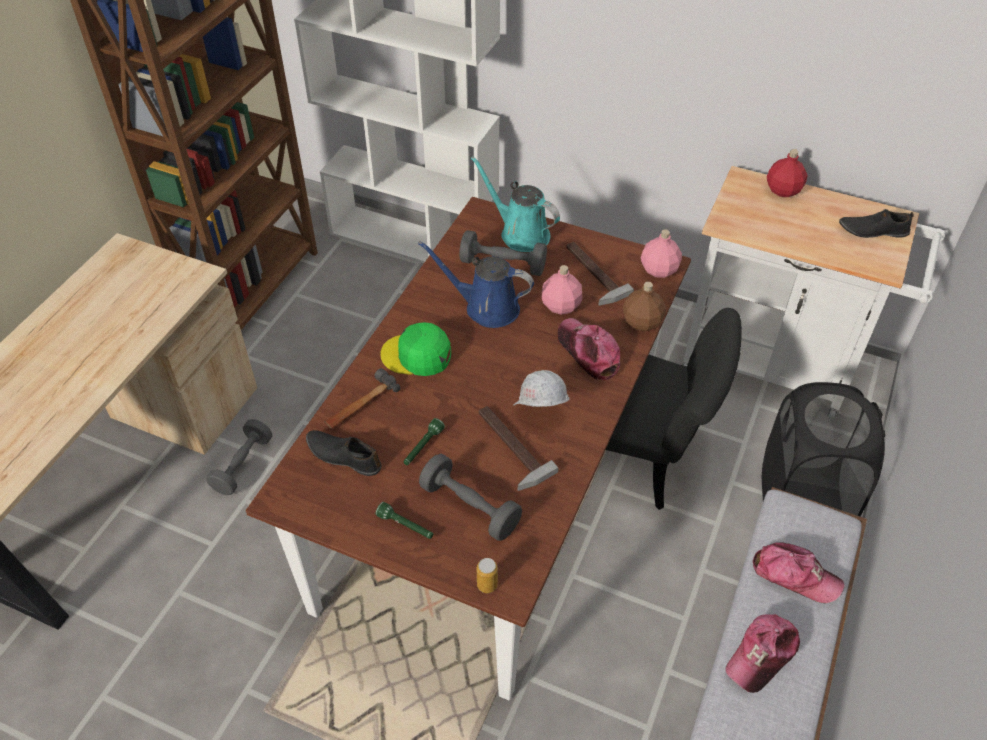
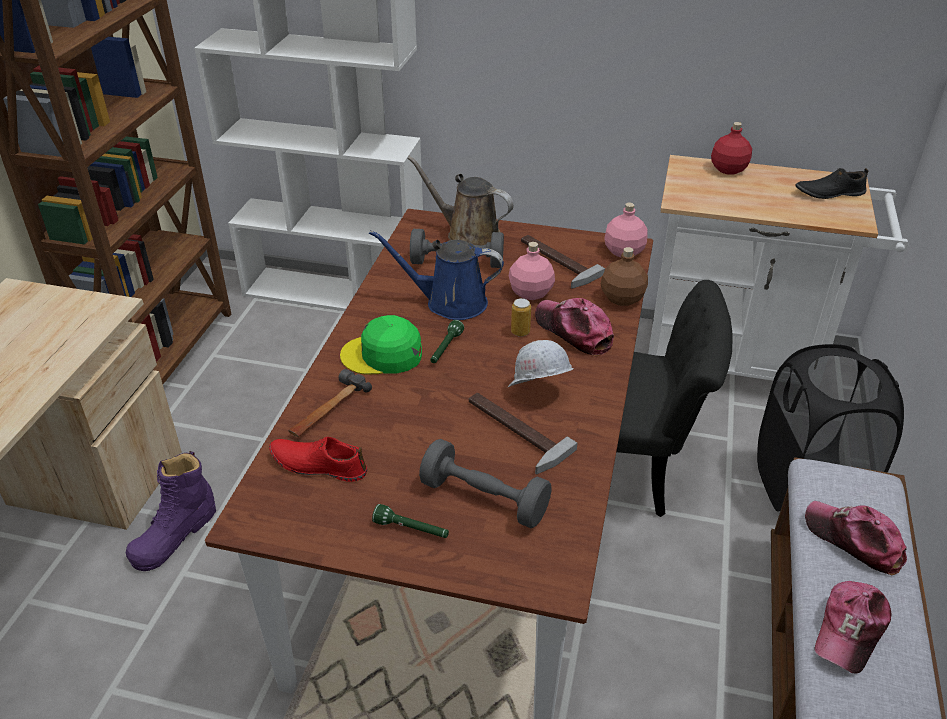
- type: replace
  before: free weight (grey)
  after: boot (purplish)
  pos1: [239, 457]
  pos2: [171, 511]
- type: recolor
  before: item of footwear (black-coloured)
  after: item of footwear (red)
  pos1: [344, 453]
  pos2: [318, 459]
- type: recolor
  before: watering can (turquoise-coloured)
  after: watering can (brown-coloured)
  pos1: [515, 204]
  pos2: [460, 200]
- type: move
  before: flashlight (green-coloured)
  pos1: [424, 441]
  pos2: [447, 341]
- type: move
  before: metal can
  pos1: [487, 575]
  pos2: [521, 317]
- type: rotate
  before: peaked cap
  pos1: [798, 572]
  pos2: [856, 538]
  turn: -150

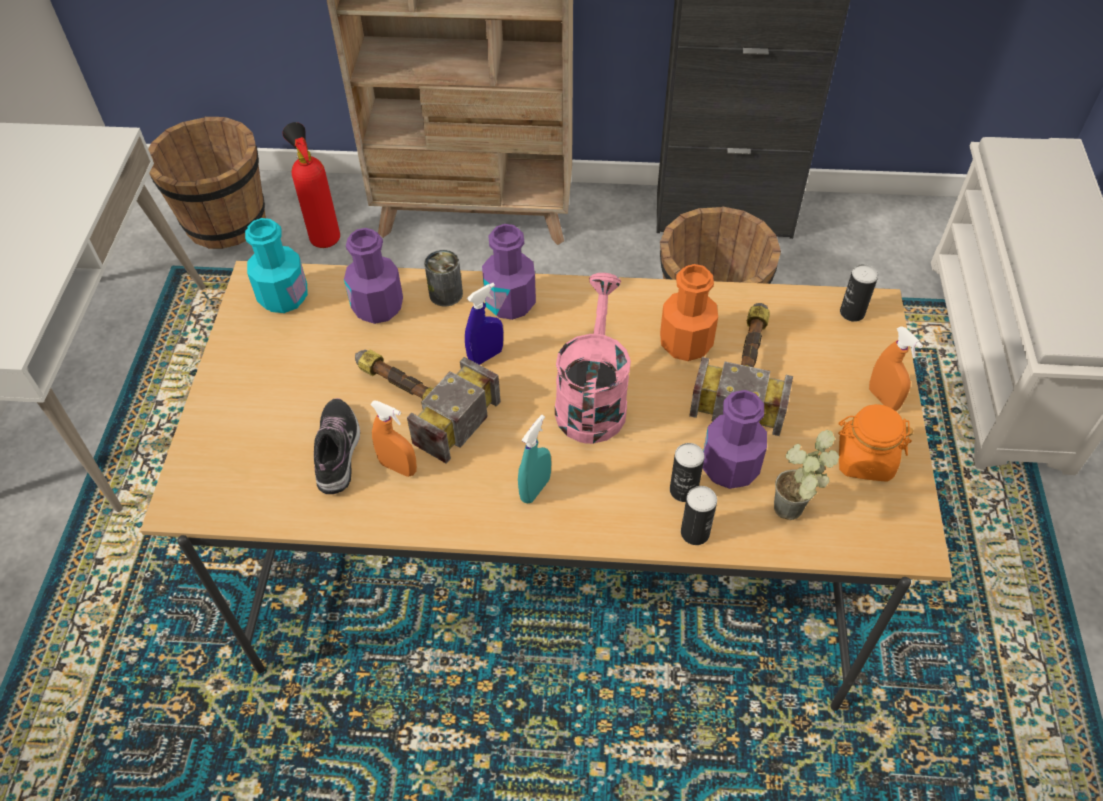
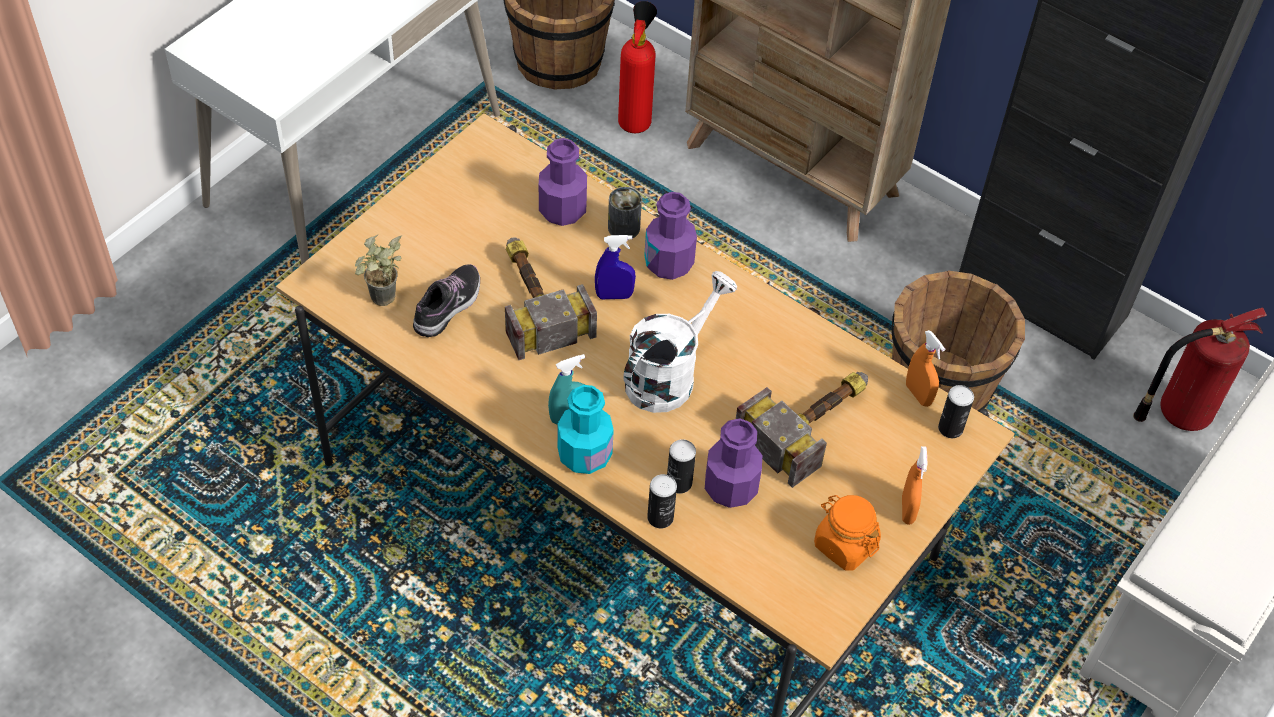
- type: move
  before: potted plant
  pos1: [807, 475]
  pos2: [379, 270]
- type: move
  before: bottle (turquoise-coloured)
  pos1: [276, 265]
  pos2: [586, 429]
- type: recolor
  before: watering can (pink-coloured)
  after: watering can (white-coloured)
  pos1: [593, 358]
  pos2: [680, 342]
- type: move
  before: spray bottle (orangey)
  pos1: [393, 438]
  pos2: [925, 368]
- type: insert
  after: fire-fighting cylinder
  pos2: [1200, 369]
- type: delete
  before: bottle (orangey)
  pos1: [689, 312]

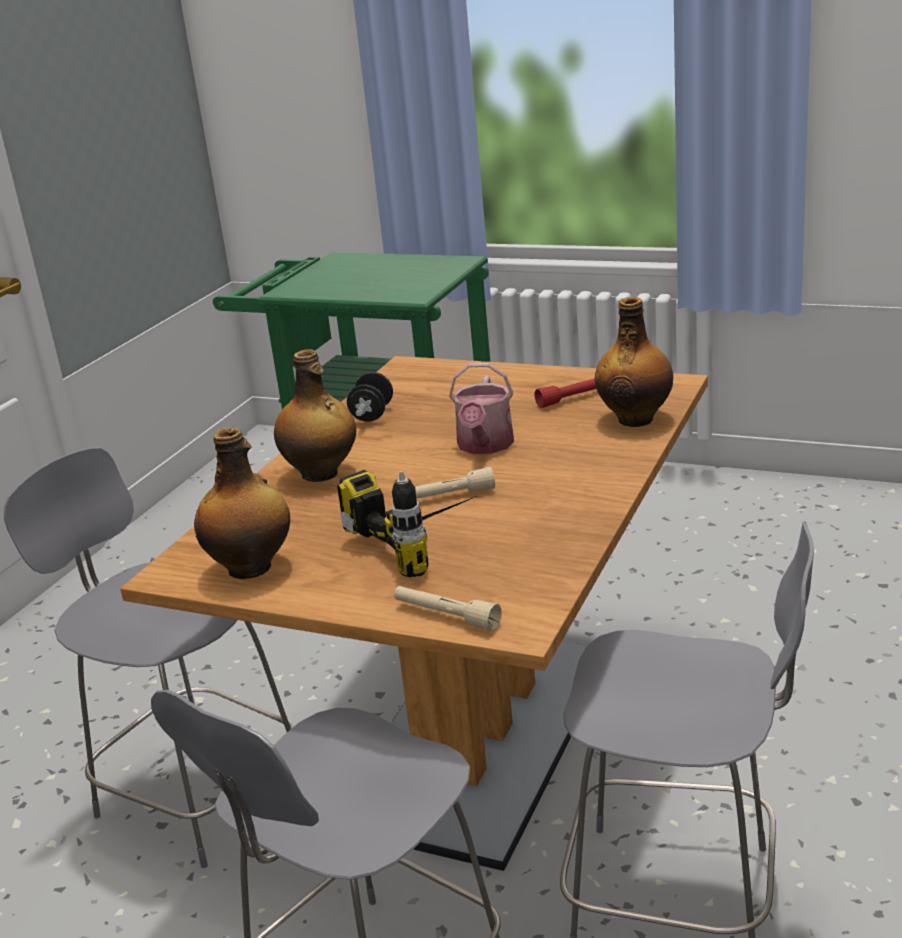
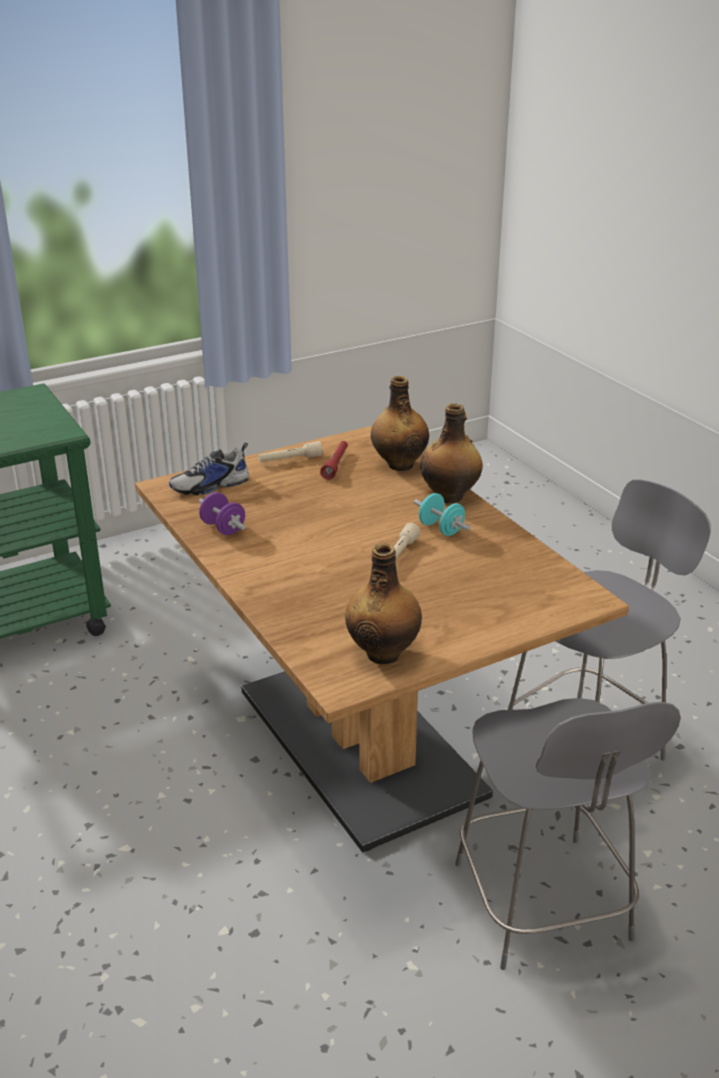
- type: insert
  after: item of footwear
  pos2: [209, 469]
- type: recolor
  before: free weight (black-coloured)
  after: free weight (purplish)
  pos1: [370, 397]
  pos2: [222, 513]
- type: move
  before: flashlight (beige)
  pos1: [448, 608]
  pos2: [290, 451]
- type: insert
  after: free weight (turquoise-coloured)
  pos2: [442, 514]
- type: move
  before: bottle
  pos1: [315, 415]
  pos2: [451, 453]
- type: delete
  before: chair (grey)
  pos1: [148, 658]
- type: delete
  before: power drill
  pos1: [407, 523]
- type: delete
  before: watering can
  pos1: [481, 408]

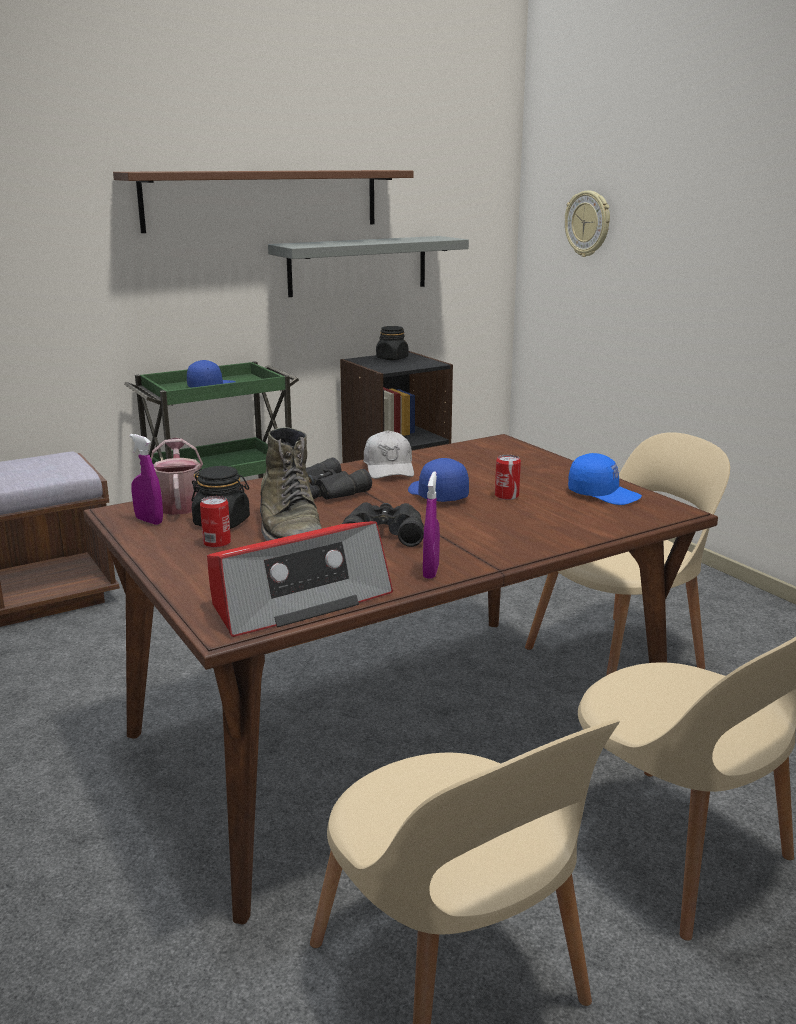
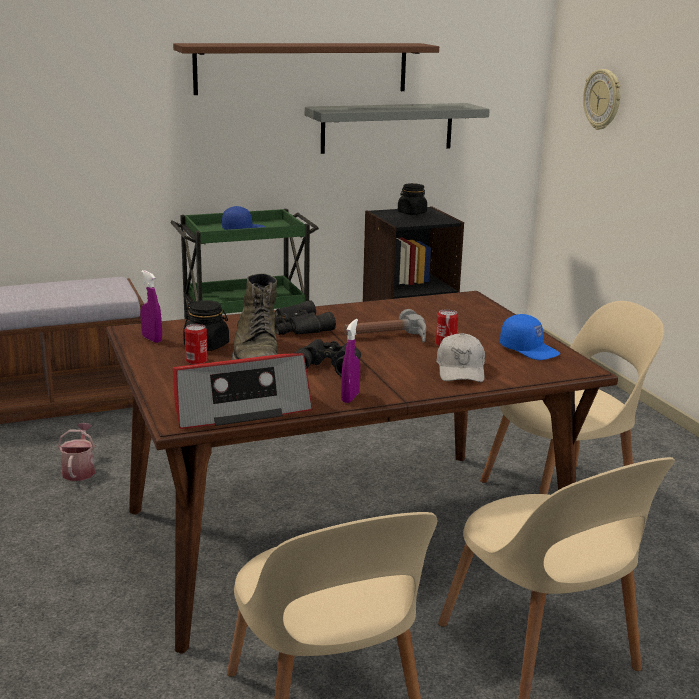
- type: move
  before: watering can
  pos1: [177, 476]
  pos2: [76, 452]
- type: replace
  before: peaked cap (blue)
  after: tool hammer
  pos1: [438, 480]
  pos2: [385, 326]
- type: move
  before: peaked cap (white-coloured)
  pos1: [388, 454]
  pos2: [460, 357]

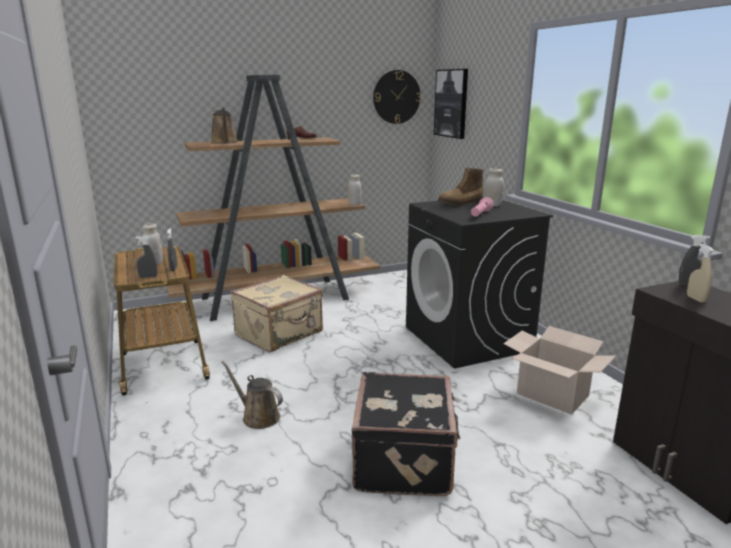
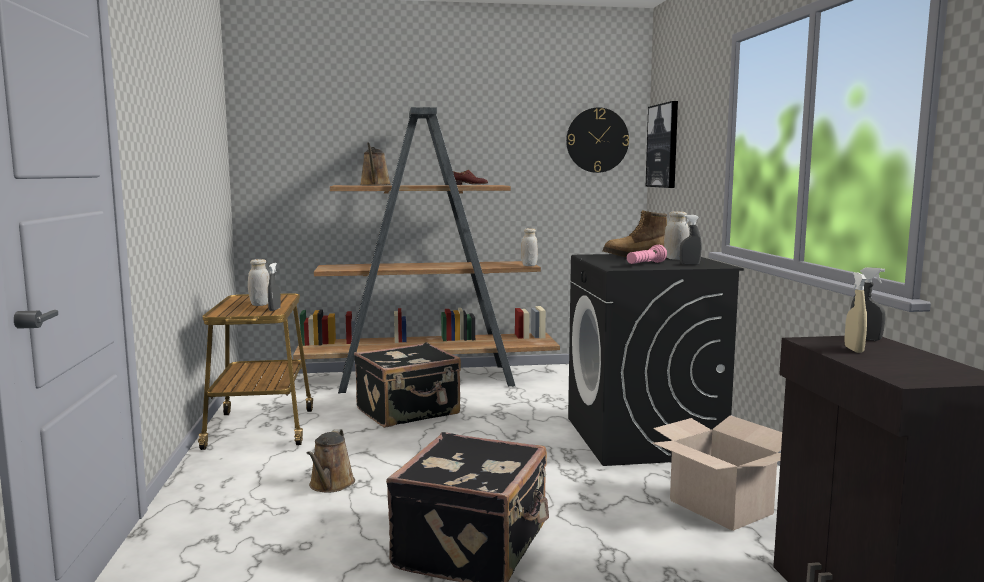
- type: rotate
  before: watering can (brown-coloured)
  pos1: [252, 395]
  pos2: [331, 461]
  turn: -135
- type: recolor
  before: suitcase (beige)
  after: suitcase (black-coloured)
  pos1: [276, 313]
  pos2: [407, 385]
- type: move
  before: spray bottle (grey)
  pos1: [146, 257]
  pos2: [691, 240]

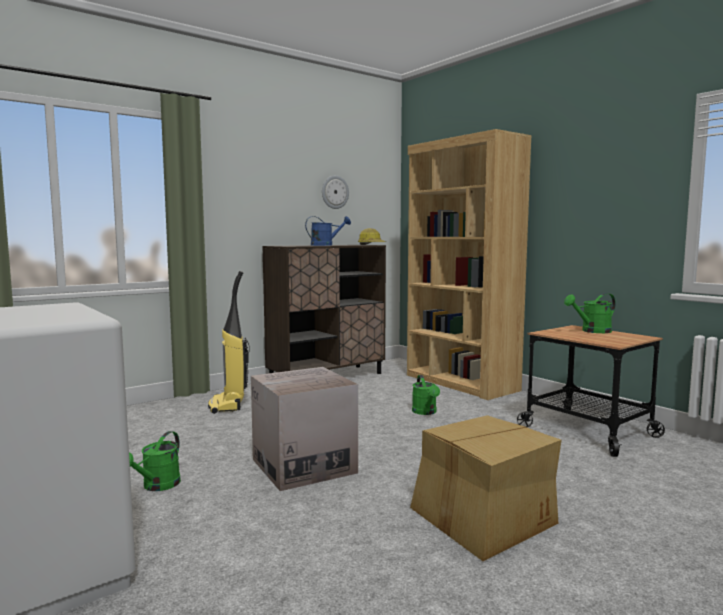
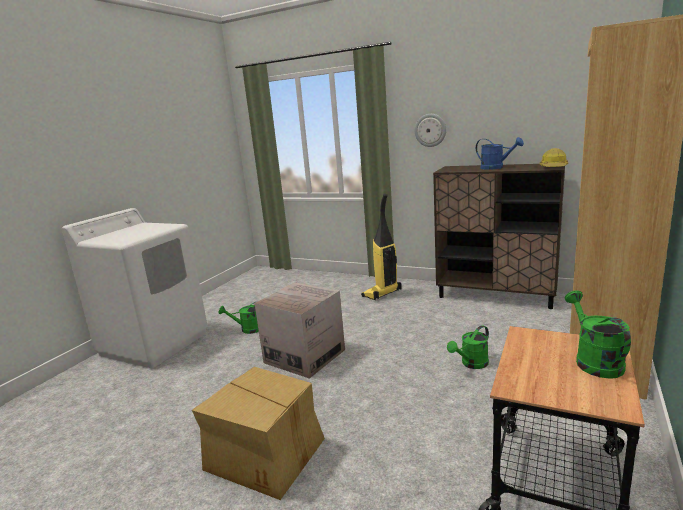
- type: move
  before: hanging clock
  pos1: [335, 192]
  pos2: [430, 130]
- type: rotate
  before: watering can (green-coloured)
  pos1: [590, 313]
  pos2: [598, 334]
  turn: 45

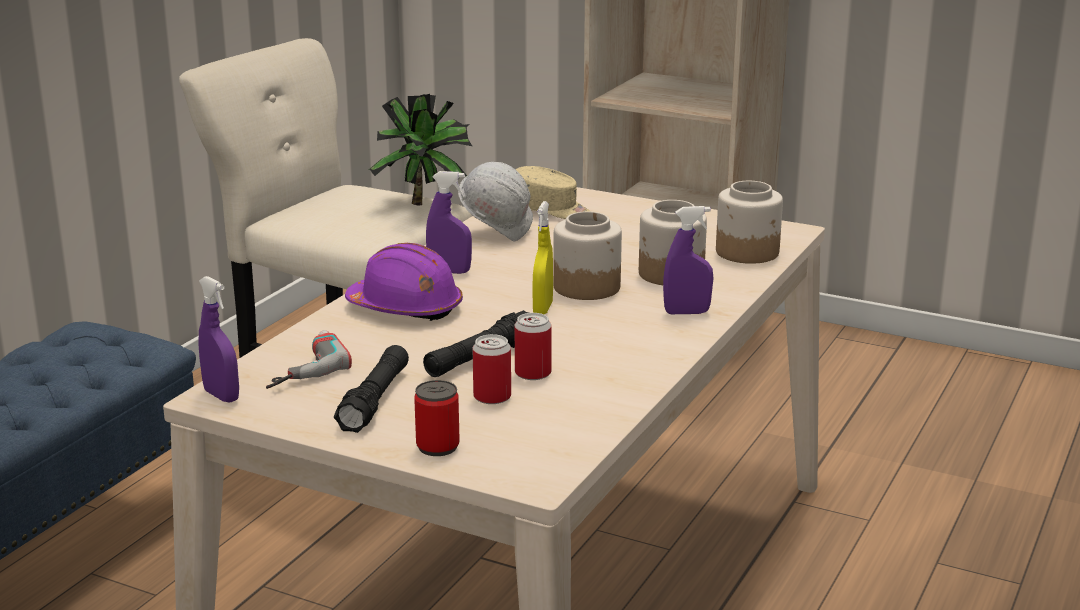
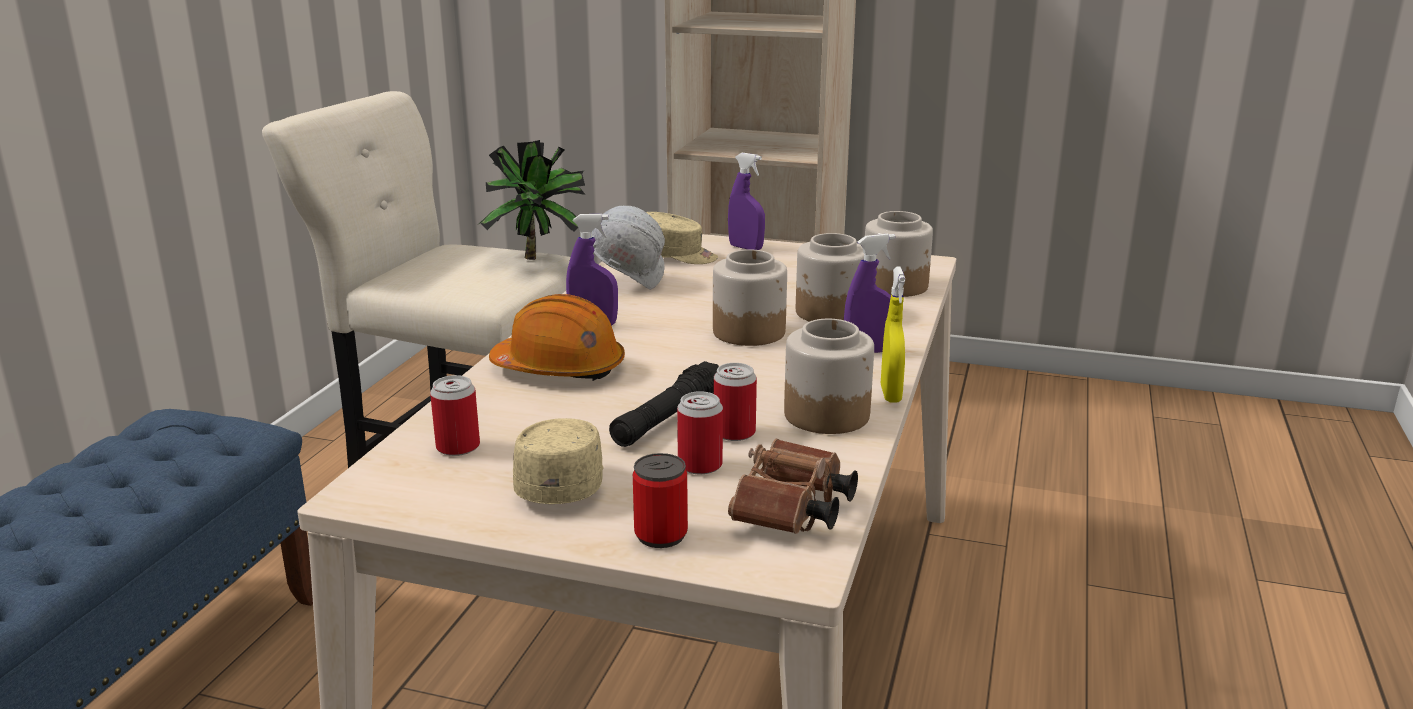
- type: replace
  before: power drill
  after: metal can
  pos1: [309, 359]
  pos2: [455, 415]
- type: recolor
  before: work helmet (purplish)
  after: work helmet (orangey)
  pos1: [404, 282]
  pos2: [557, 337]
- type: replace
  before: flashlight (black-coloured)
  after: peaked cap (beige)
  pos1: [371, 389]
  pos2: [558, 461]
- type: move
  before: spray bottle (purplish)
  pos1: [219, 339]
  pos2: [746, 201]
- type: insert
  after: pair of binoculars (brown-coloured)
  pos2: [793, 486]
- type: insert
  after: preserve jar
  pos2: [829, 376]
- type: move
  before: spray bottle (yellowish)
  pos1: [542, 257]
  pos2: [893, 335]

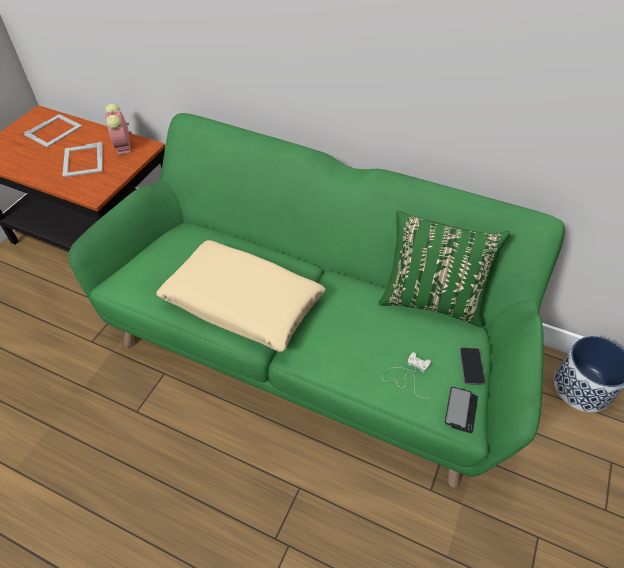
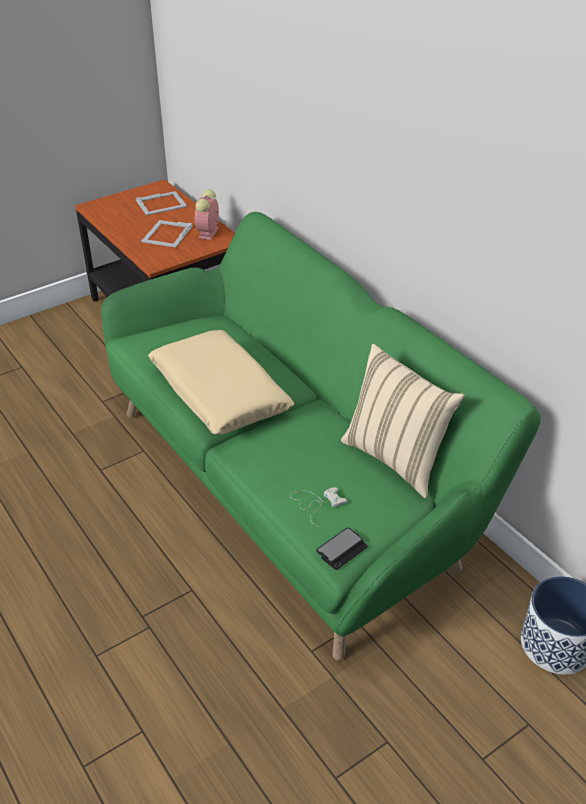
- type: recolor
  before: pillow (green-coloured)
  after: pillow (beige)
  pos1: [444, 269]
  pos2: [402, 421]
- type: delete
  before: handset
  pos1: [472, 366]

